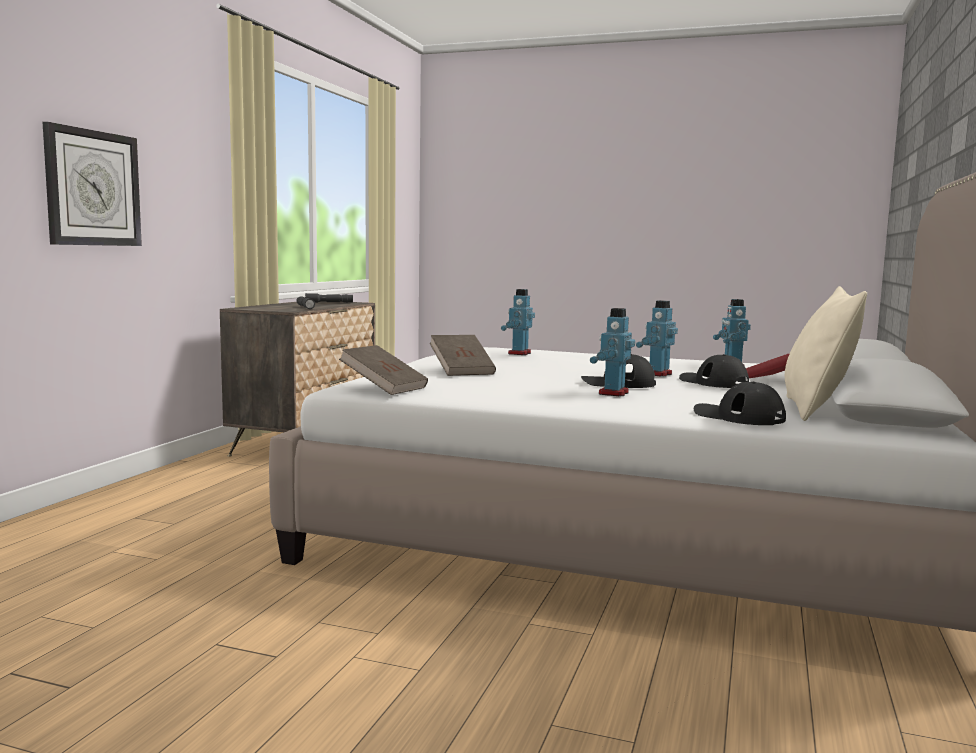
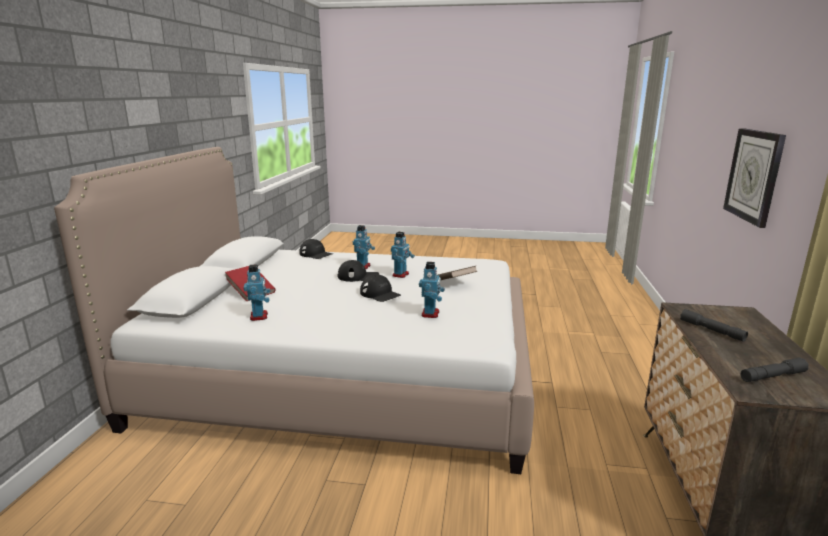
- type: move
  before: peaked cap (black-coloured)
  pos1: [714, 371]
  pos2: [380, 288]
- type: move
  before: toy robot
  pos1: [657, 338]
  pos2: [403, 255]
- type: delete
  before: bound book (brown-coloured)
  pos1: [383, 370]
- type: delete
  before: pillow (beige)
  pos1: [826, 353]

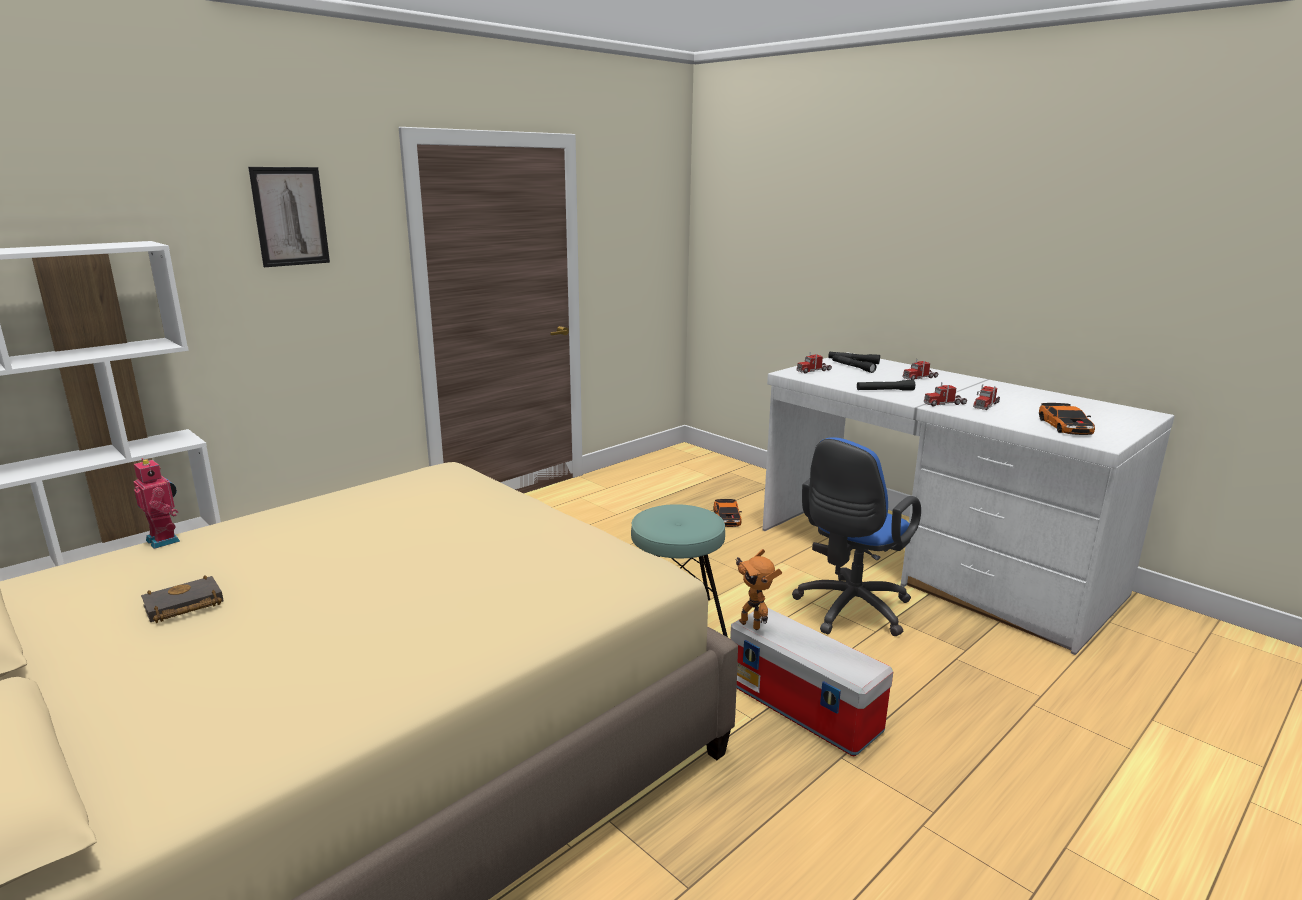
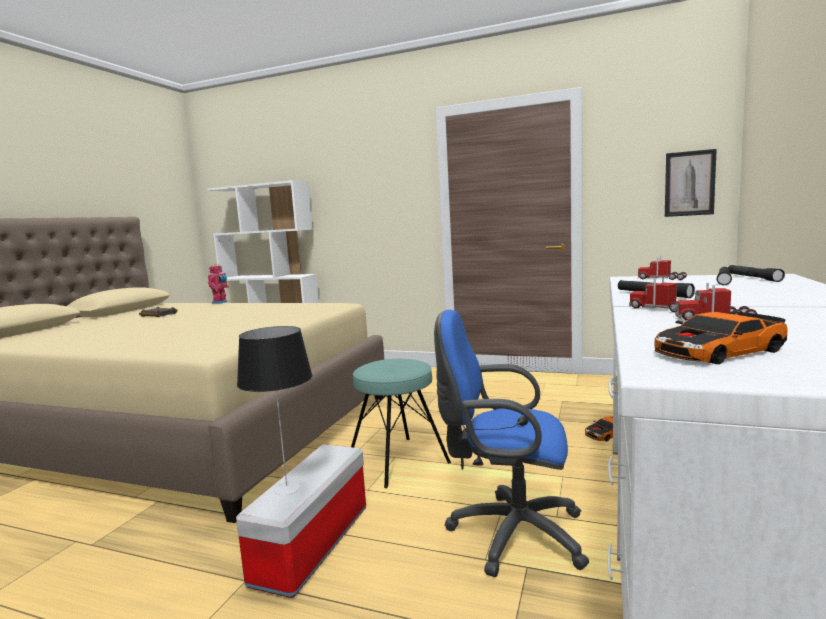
- type: insert
  after: lamp for a table
  pos2: [274, 410]
- type: move
  before: picture
  pos1: [289, 217]
  pos2: [691, 183]
- type: delete
  before: toy robot
  pos1: [758, 589]
- type: delete
  before: toy truck
  pos1: [920, 369]

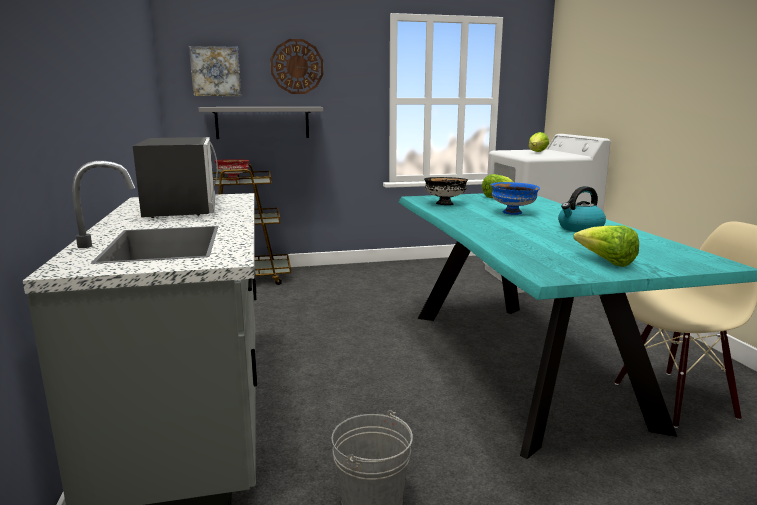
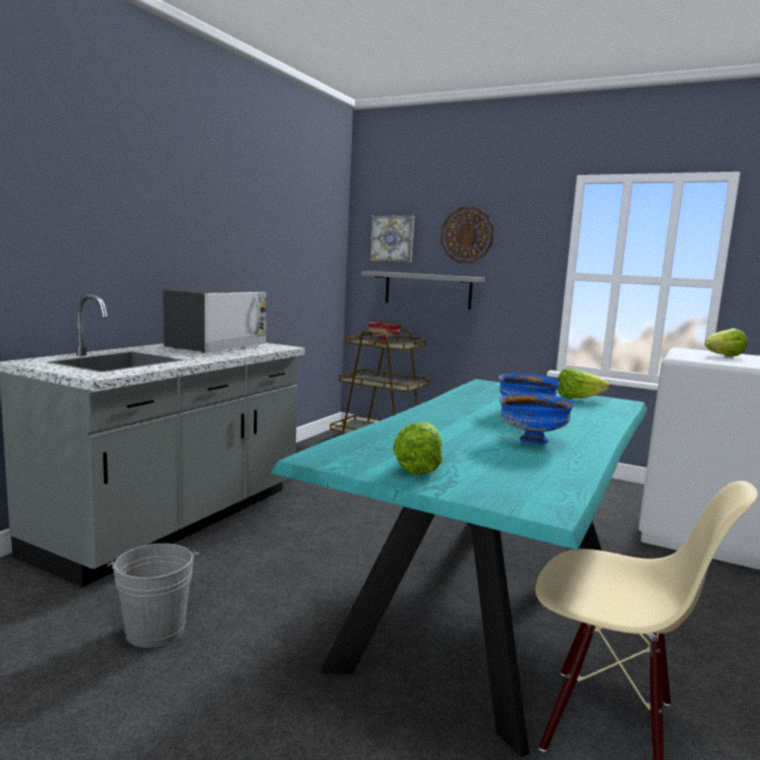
- type: replace
  before: water kettle
  after: deep dish (blue)
  pos1: [582, 209]
  pos2: [537, 418]
- type: delete
  before: deep dish (black-coloured)
  pos1: [446, 191]

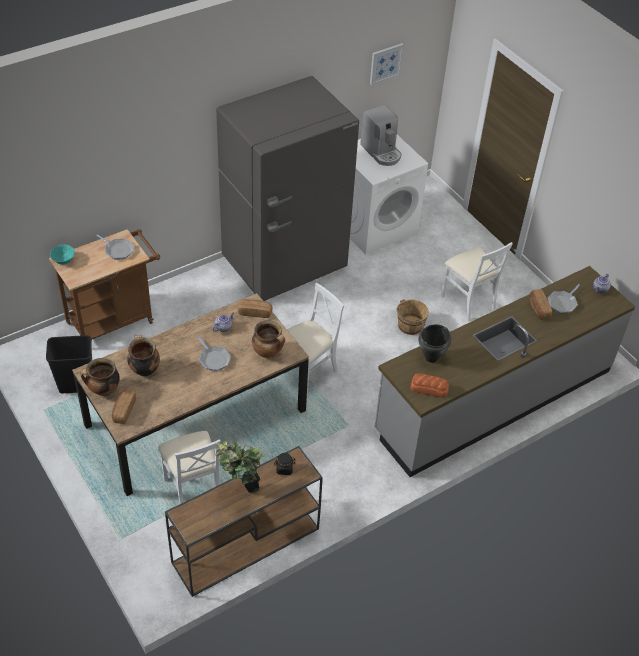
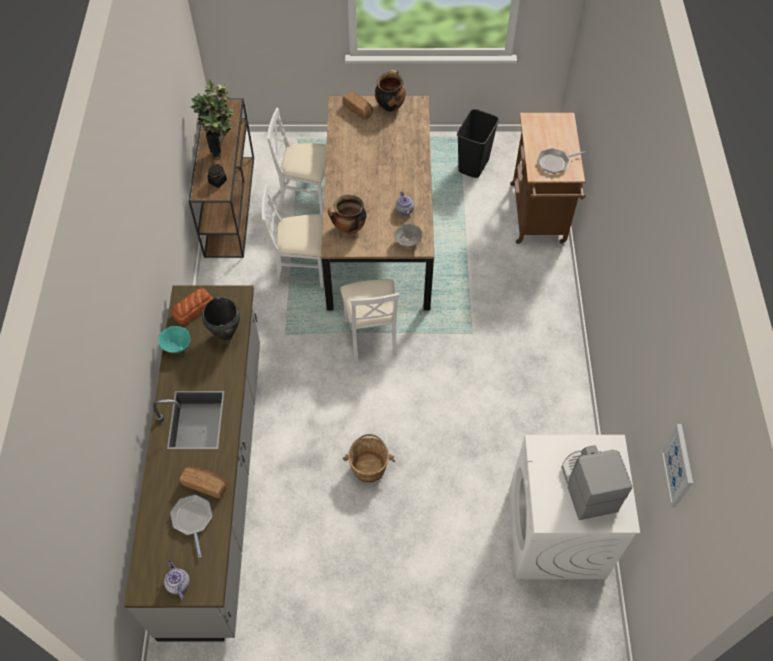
- type: move
  before: deep dish (turquoise-coloured)
  pos1: [62, 255]
  pos2: [175, 339]
- type: move
  before: chair (white-coloured)
  pos1: [477, 282]
  pos2: [293, 236]
- type: replace
  before: baked bread
  after: deep dish (grey)
  pos1: [255, 308]
  pos2: [408, 236]
- type: rotate
  before: coffee machine
  pos1: [381, 135]
  pos2: [596, 482]
  turn: 75
- type: delete
  before: stockpot
  pos1: [143, 356]
- type: delete
  before: skillet
  pos1: [214, 353]
- type: delete
  before: kitchen fridge (grey)
  pos1: [287, 188]

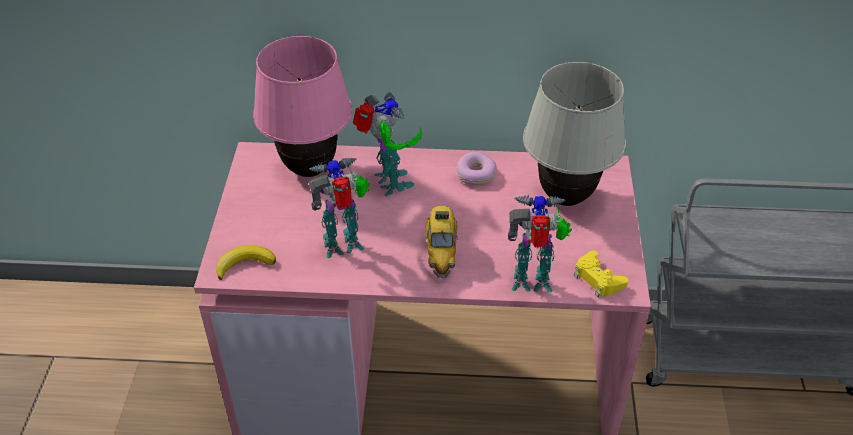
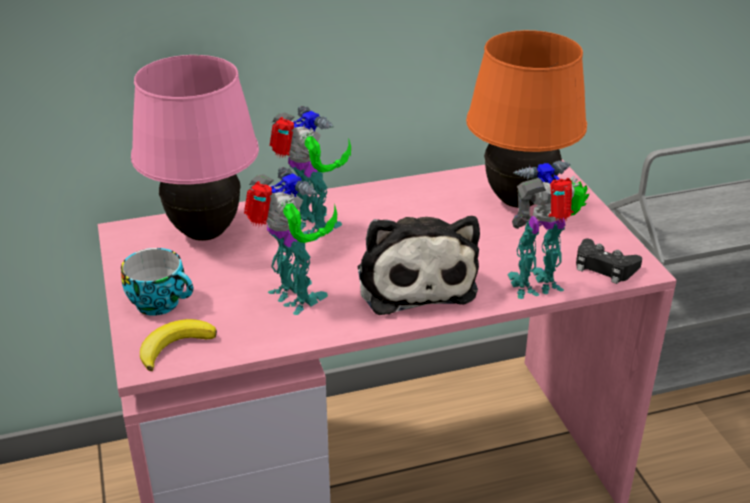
- type: insert
  after: drinking cup
  pos2: [157, 282]
- type: rotate
  before: toy robot
  pos1: [339, 207]
  pos2: [290, 241]
  turn: 90
- type: replace
  before: miniature car
  after: soft toy
  pos1: [442, 242]
  pos2: [418, 265]
- type: recolor
  before: lamp for a table (white-coloured)
  after: lamp for a table (orangey)
  pos1: [574, 134]
  pos2: [526, 119]
- type: recolor
  before: joypad (yellowish)
  after: joypad (black-coloured)
  pos1: [601, 274]
  pos2: [609, 261]
- type: delete
  before: ring doughnut
  pos1: [477, 168]

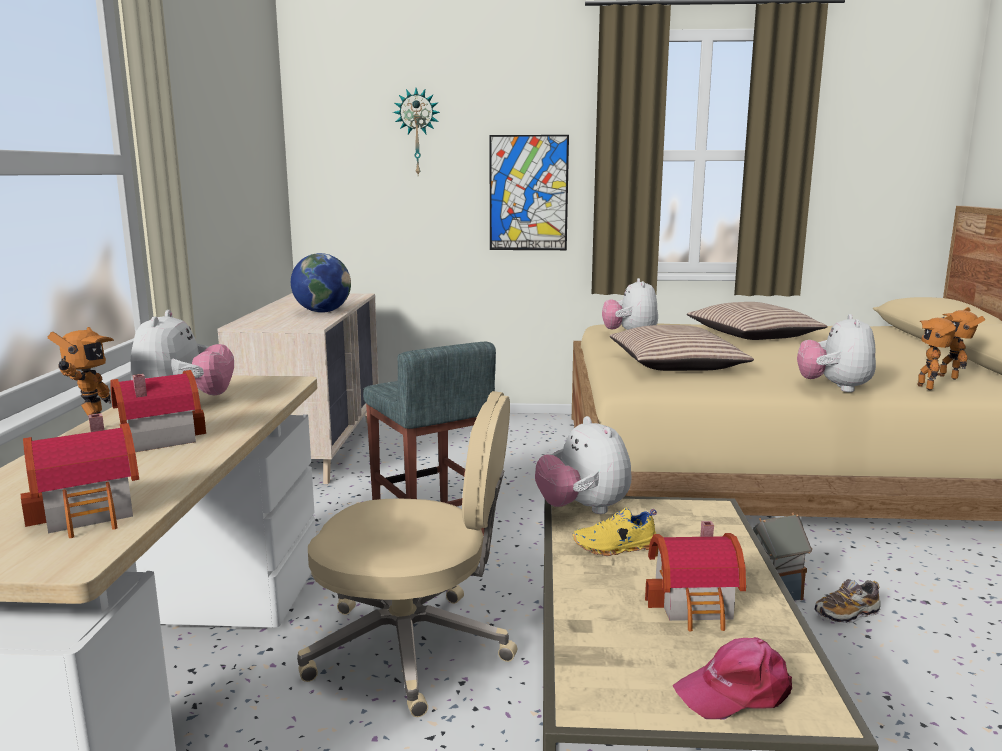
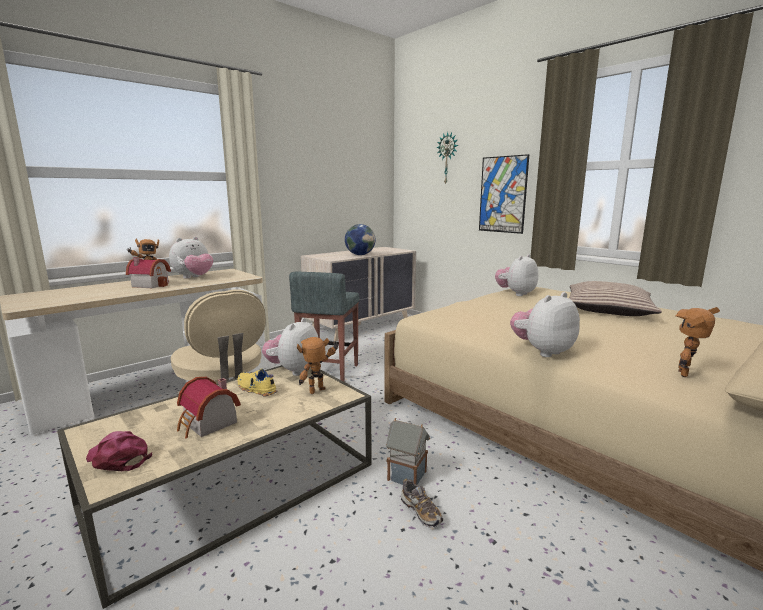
- type: move
  before: toy robot
  pos1: [937, 352]
  pos2: [318, 365]
- type: rotate
  before: item of footwear
  pos1: [847, 601]
  pos2: [422, 503]
  turn: -150
- type: delete
  before: miniature house
  pos1: [80, 475]
- type: delete
  before: pillow
  pos1: [682, 348]

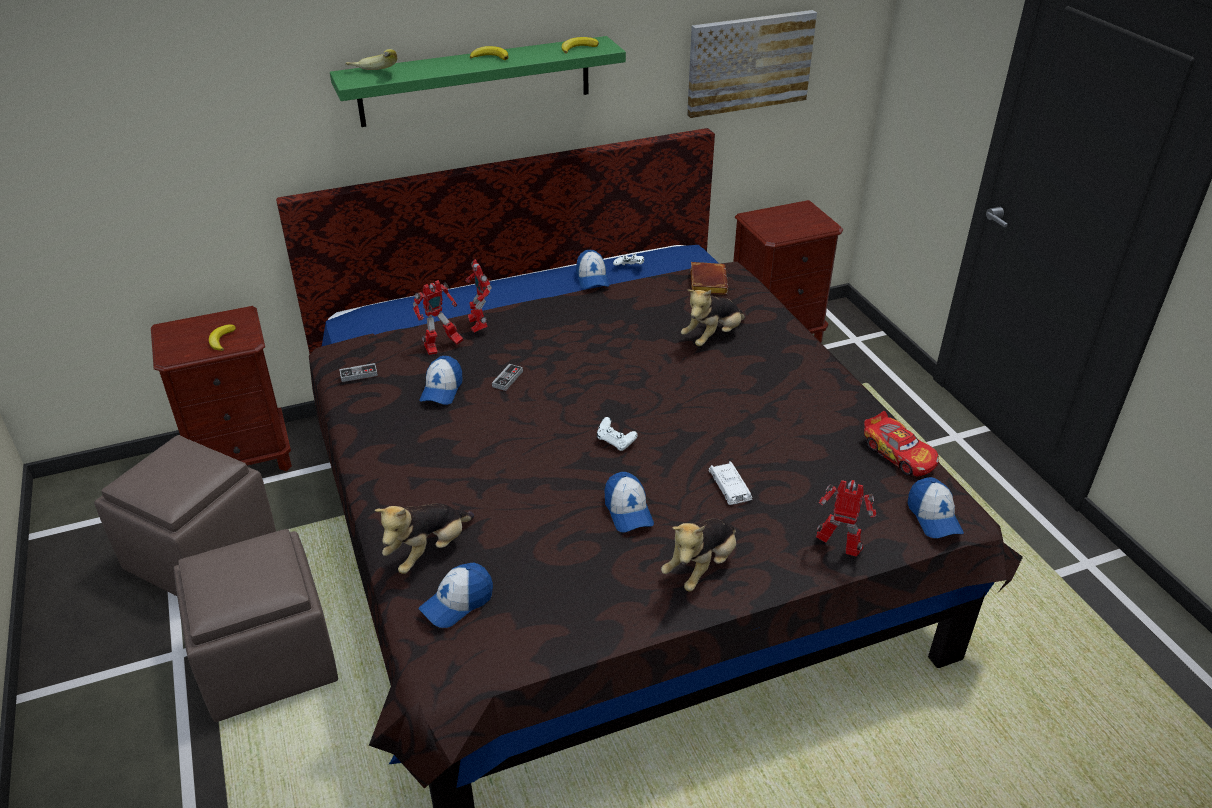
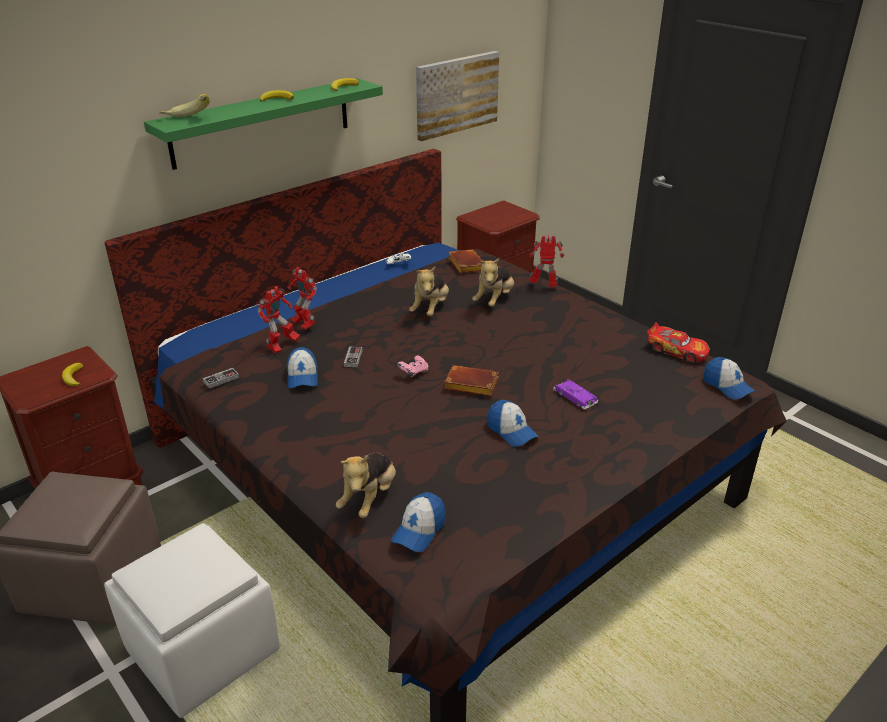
- type: recolor
  before: pouffe (brown-coloured)
  after: pouffe (white-coloured)
  pos1: [256, 625]
  pos2: [192, 620]
- type: insert
  after: joypad (pink-coloured)
  pos2: [413, 366]
- type: move
  before: soft toy
  pos1: [698, 555]
  pos2: [429, 291]
- type: replace
  before: joypad (white-coloured)
  after: bound book (brown-coloured)
  pos1: [617, 434]
  pos2: [471, 380]
- type: move
  before: toy robot
  pos1: [846, 518]
  pos2: [546, 261]
- type: recolor
  before: miniature car (white-coloured)
  after: miniature car (purplish)
  pos1: [730, 483]
  pos2: [575, 394]
- type: delete
  before: peaked cap
  pos1: [592, 269]

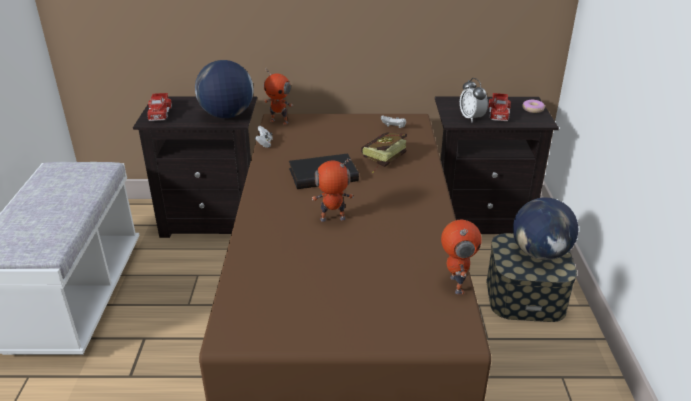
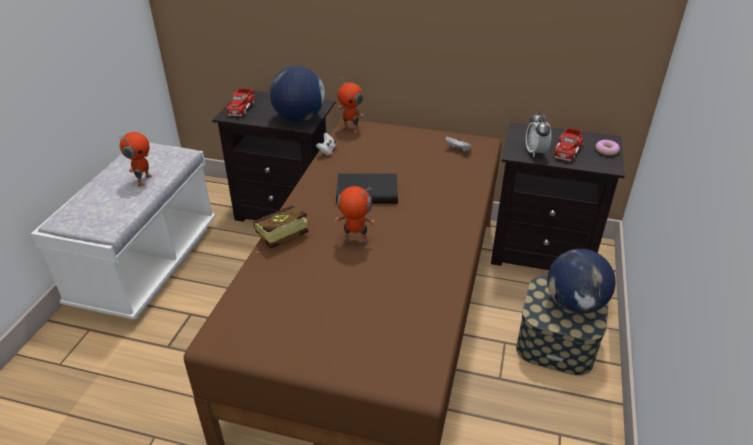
- type: move
  before: toy robot
  pos1: [461, 257]
  pos2: [135, 159]
- type: move
  before: bound book
  pos1: [384, 152]
  pos2: [281, 229]

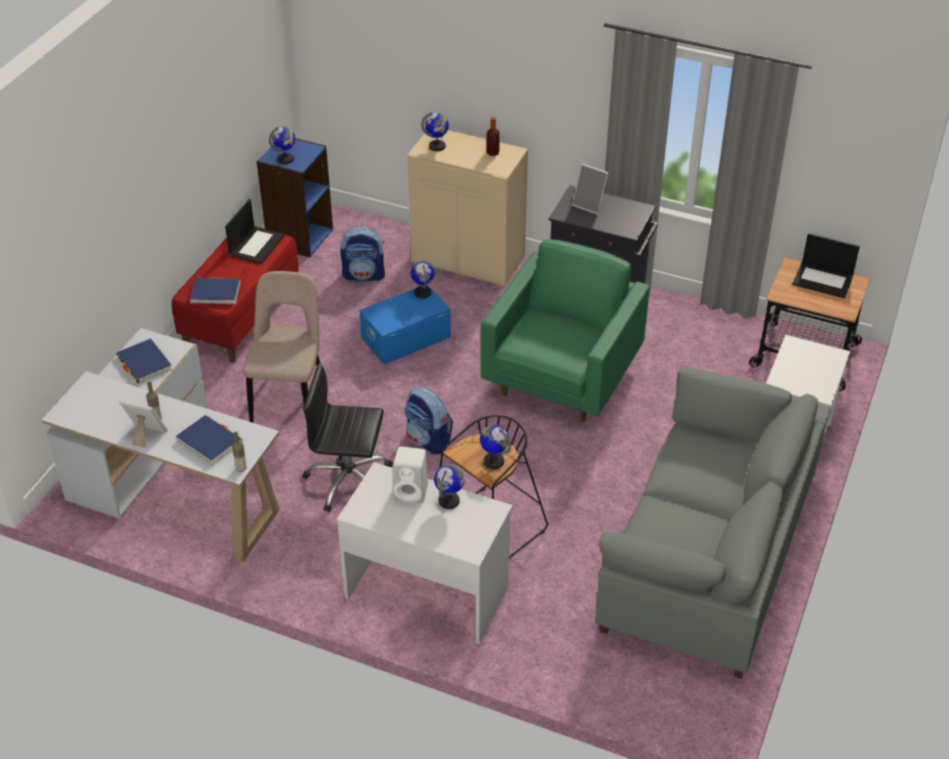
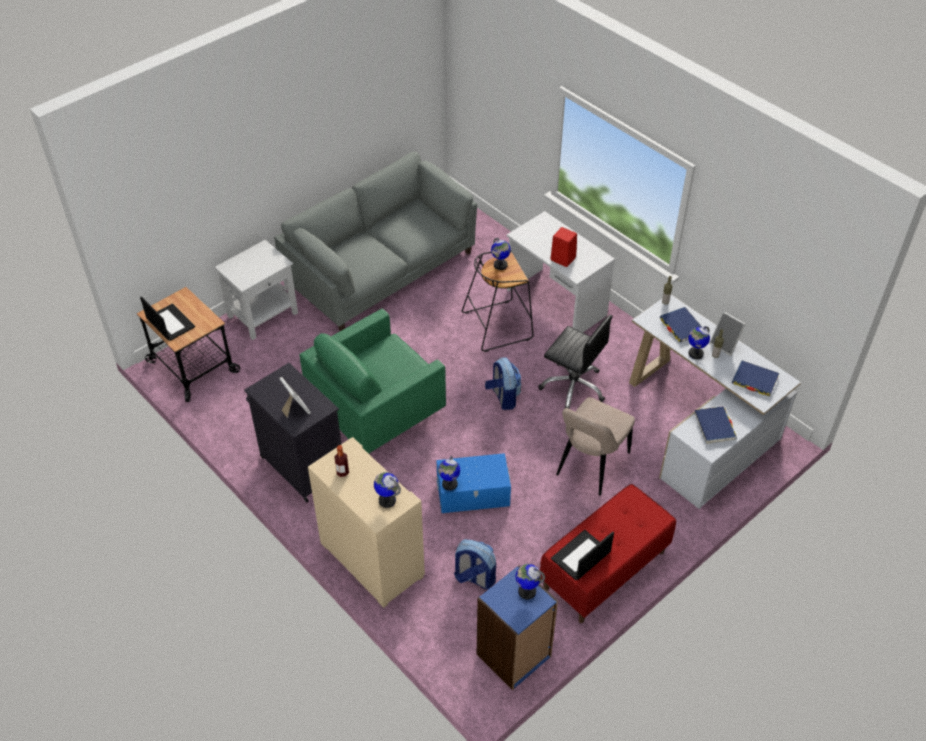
- type: recolor
  before: loudspeaker (white-coloured)
  after: loudspeaker (red)
  pos1: [410, 474]
  pos2: [564, 247]
- type: move
  before: world globe
  pos1: [449, 486]
  pos2: [699, 342]
- type: move
  before: bound book (blue)
  pos1: [215, 290]
  pos2: [756, 378]

